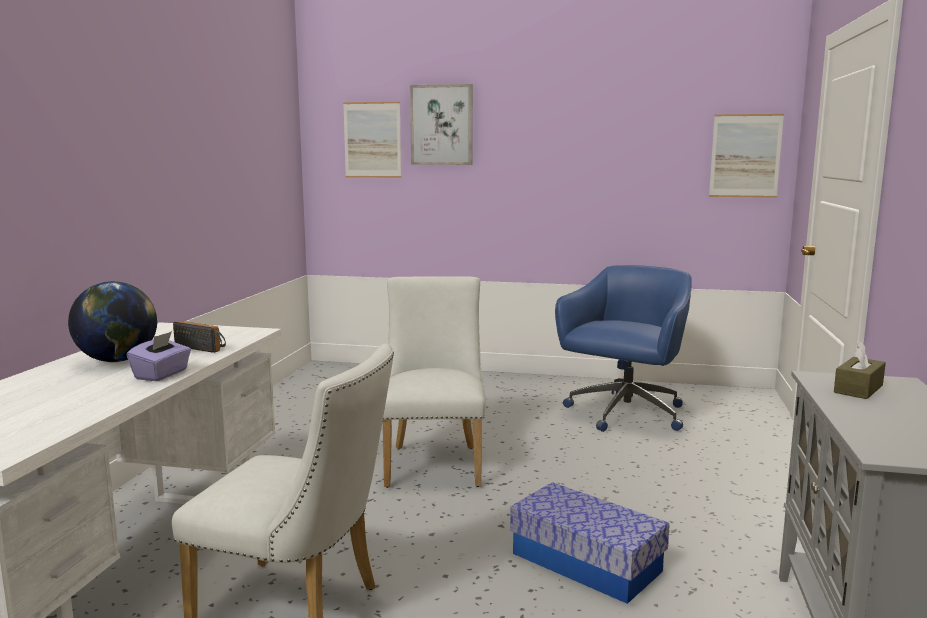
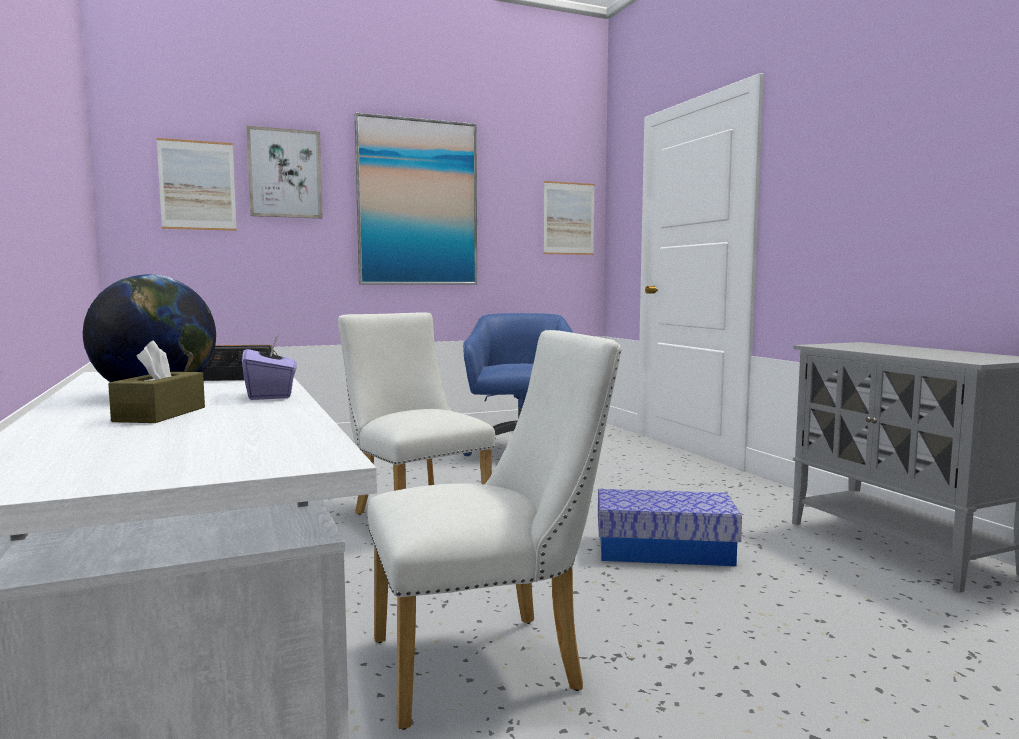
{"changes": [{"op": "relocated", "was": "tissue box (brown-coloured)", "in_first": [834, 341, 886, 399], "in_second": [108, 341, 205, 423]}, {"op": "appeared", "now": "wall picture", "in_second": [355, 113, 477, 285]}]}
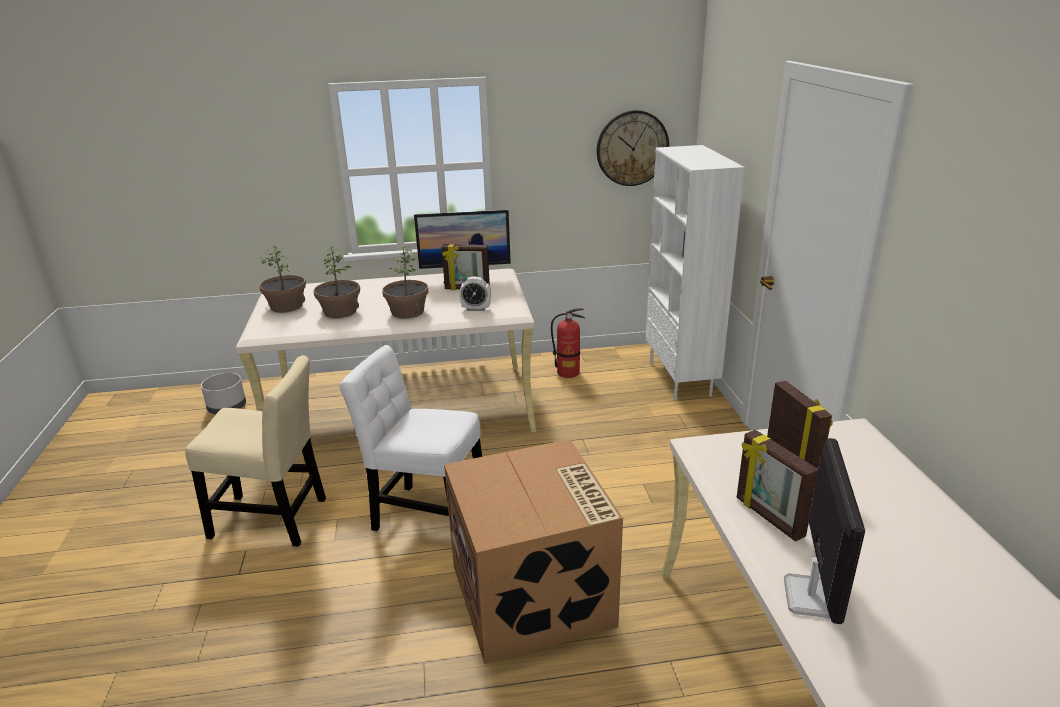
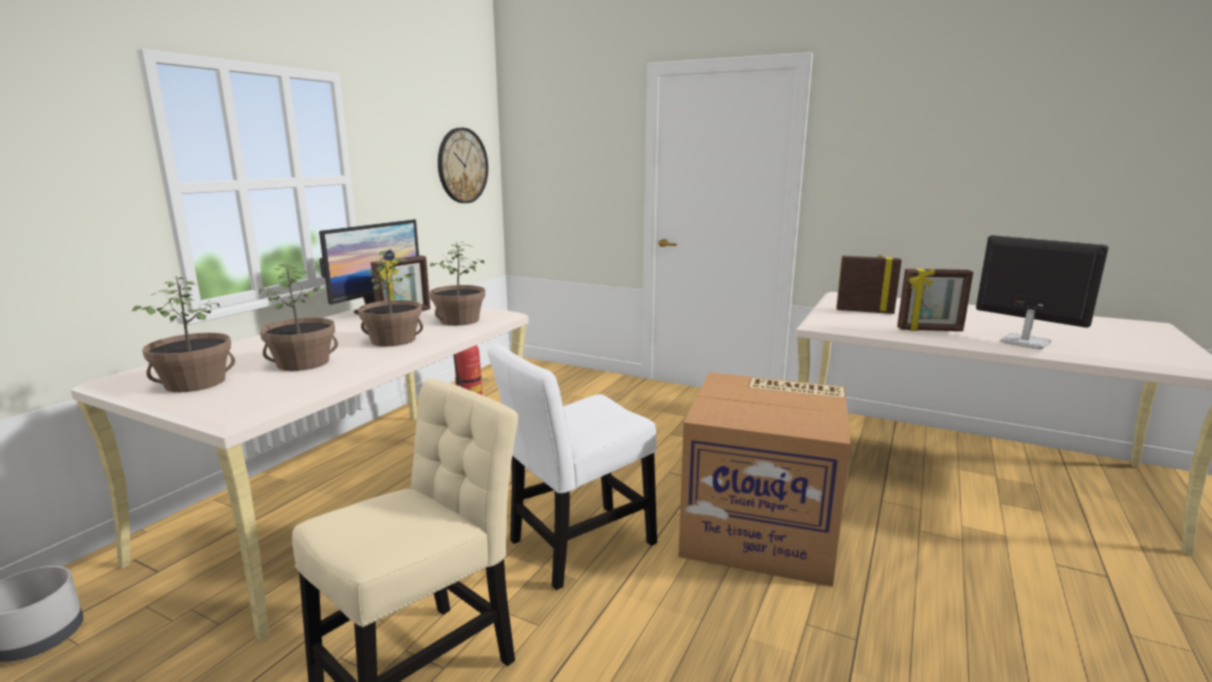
{"changes": [{"op": "exchanged", "was": "alarm clock", "now": "houseplant", "in_first": [459, 277, 491, 311], "in_second": [430, 240, 485, 326]}, {"op": "missing", "was": "bookcase (whitish)", "in_first": [646, 145, 745, 400]}]}
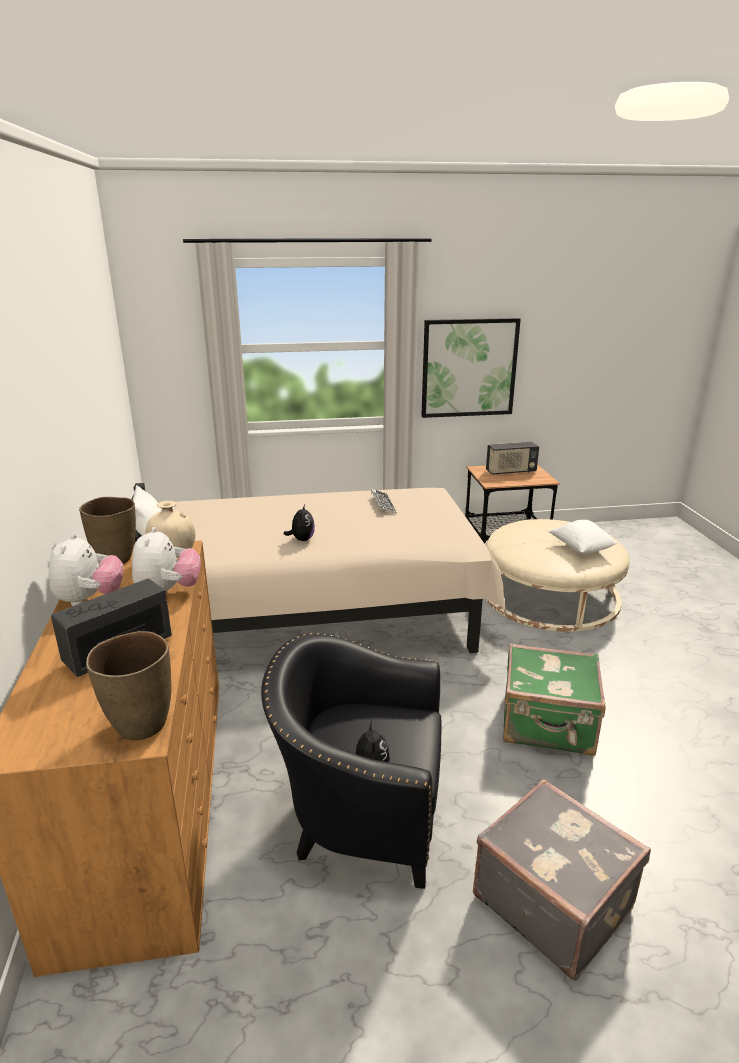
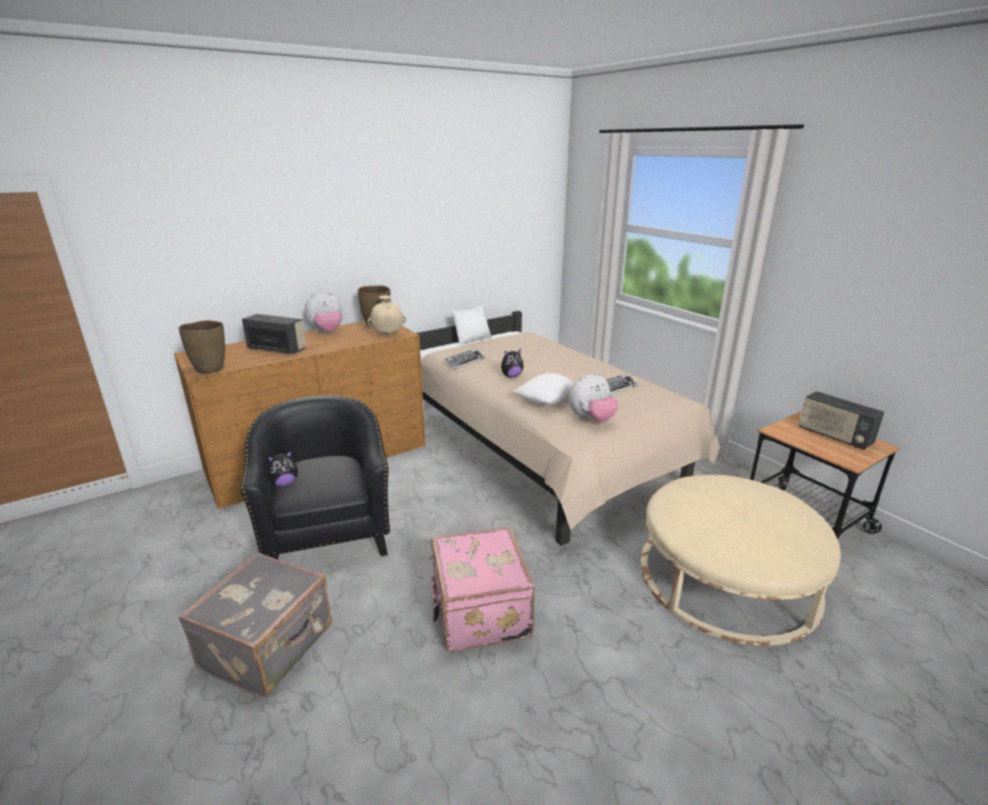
{"changes": [{"op": "colour", "was": "travel case (greenish)", "now": "travel case (pink)", "in_first": [503, 644, 606, 756], "in_second": [429, 527, 535, 652]}, {"op": "appeared", "now": "keyboard", "in_second": [445, 348, 486, 369]}, {"op": "relocated", "was": "pillow (whitish)", "in_first": [549, 520, 617, 554], "in_second": [512, 373, 574, 405]}, {"op": "relocated", "was": "plush toy", "in_first": [132, 527, 201, 591], "in_second": [568, 372, 619, 422]}, {"op": "missing", "was": "wall picture", "in_first": [421, 318, 521, 418]}]}
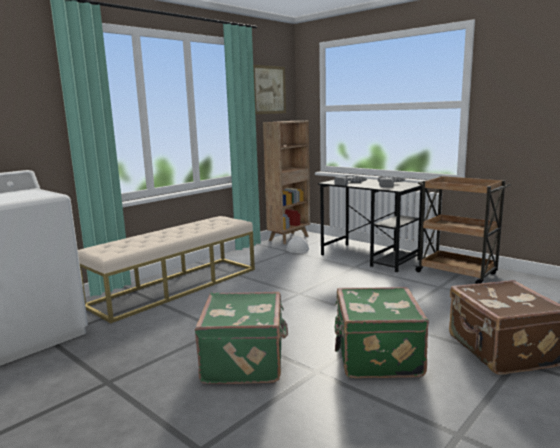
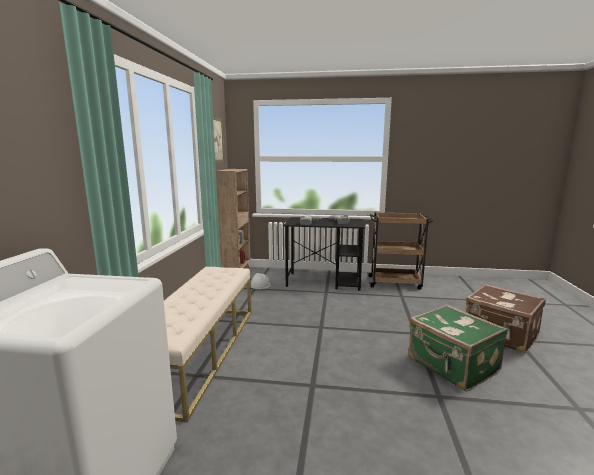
{"changes": [{"op": "missing", "was": "travel case (greenish)", "in_first": [195, 292, 288, 384]}]}
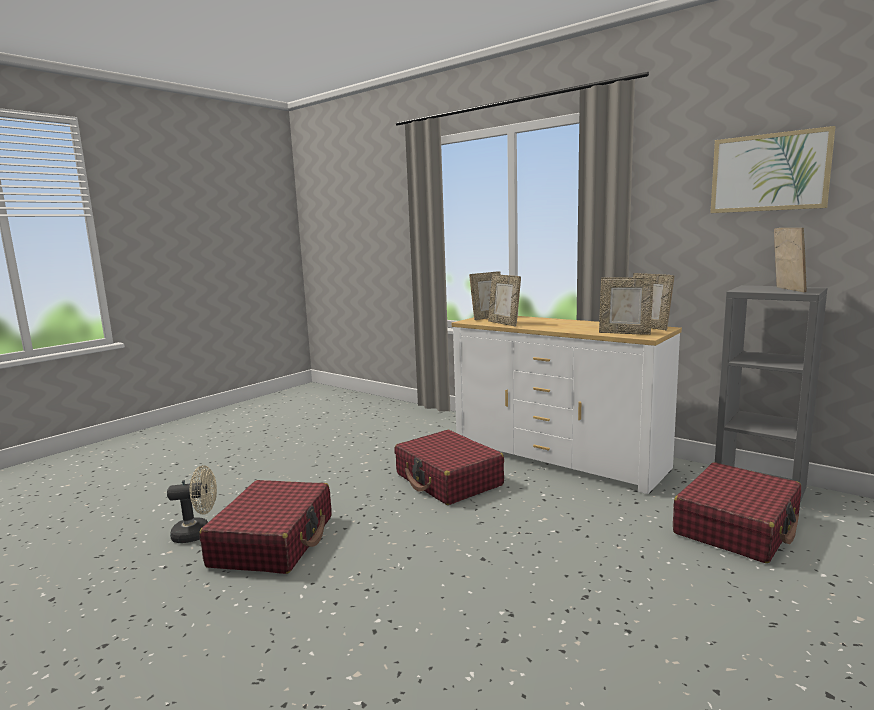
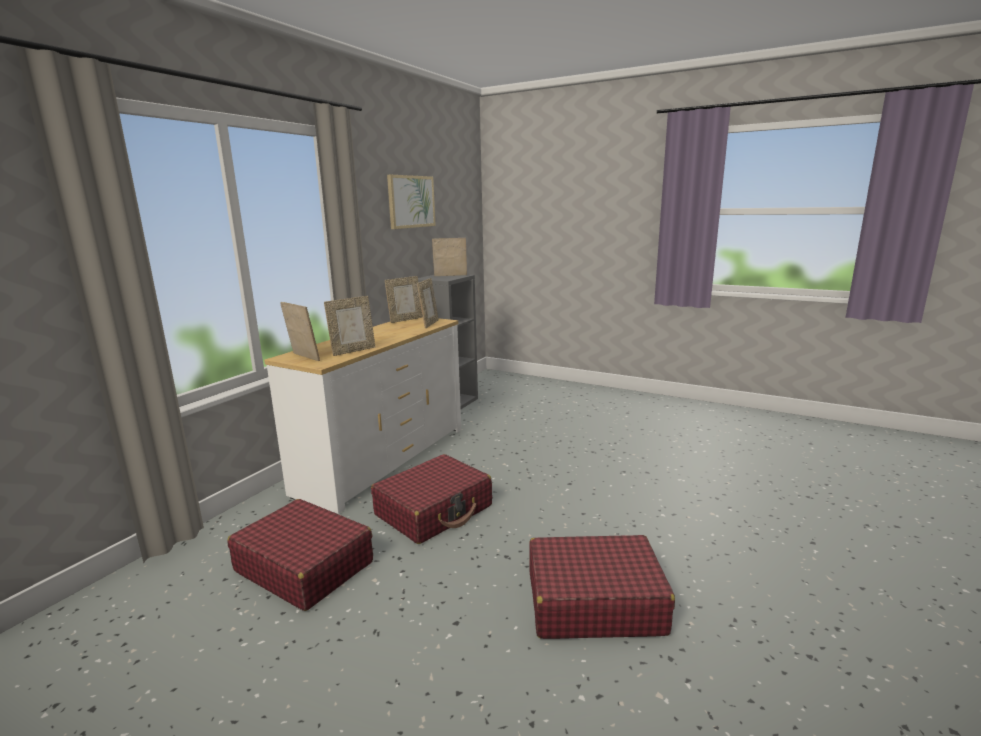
{"changes": [{"op": "relocated", "was": "travel case (red)", "in_first": [673, 462, 801, 563], "in_second": [227, 499, 373, 611]}, {"op": "missing", "was": "fan (sand-coloured)", "in_first": [167, 465, 217, 543]}]}
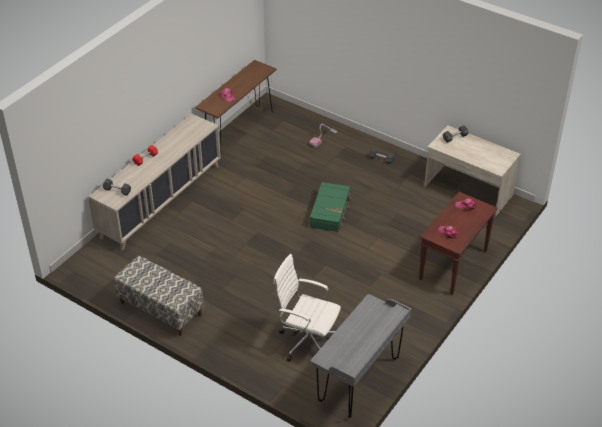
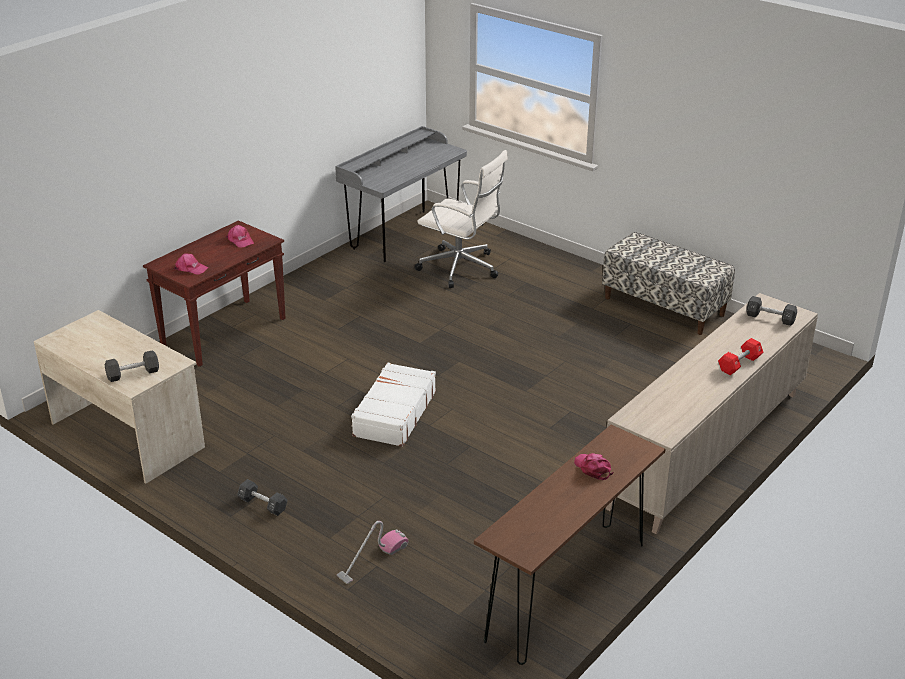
{"changes": [{"op": "colour", "was": "travel case (greenish)", "now": "travel case (whitish)", "in_first": [310, 182, 351, 232], "in_second": [351, 363, 436, 447]}]}
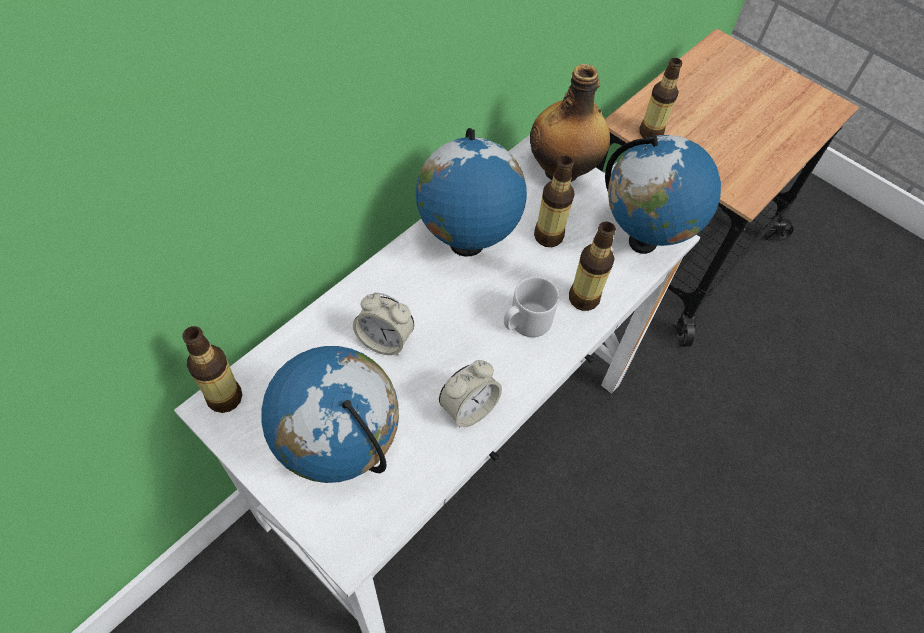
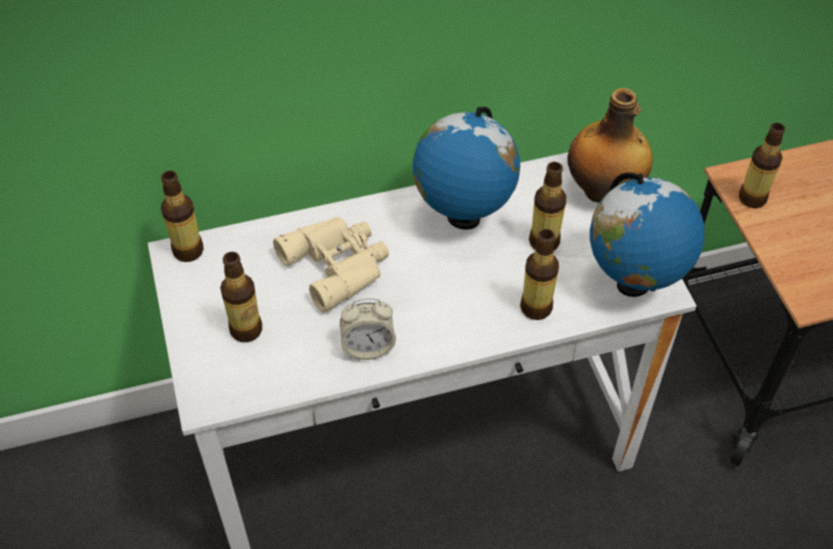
{"changes": [{"op": "exchanged", "was": "globe", "now": "bottle", "in_first": [262, 346, 399, 483], "in_second": [220, 252, 262, 342]}, {"op": "exchanged", "was": "alarm clock", "now": "binoculars (sand-coloured)", "in_first": [353, 292, 414, 355], "in_second": [273, 218, 389, 312]}, {"op": "missing", "was": "coffee mug (gray)", "in_first": [504, 277, 559, 337]}]}
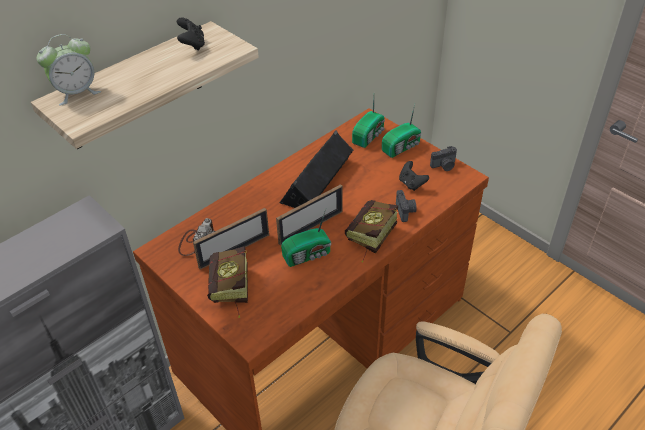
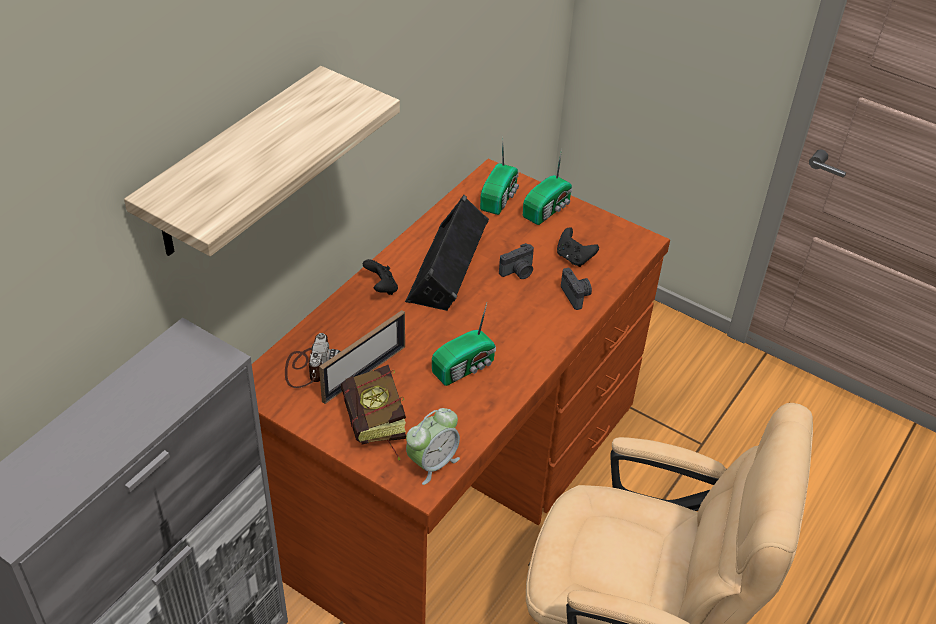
{"changes": [{"op": "relocated", "was": "joypad (black)", "in_first": [177, 17, 205, 51], "in_second": [363, 259, 398, 295]}, {"op": "relocated", "was": "alarm clock", "in_first": [37, 34, 101, 106], "in_second": [406, 408, 460, 485]}, {"op": "relocated", "was": "photo camera", "in_first": [430, 146, 457, 171], "in_second": [499, 243, 534, 279]}, {"op": "missing", "was": "picture frame", "in_first": [276, 184, 343, 246]}, {"op": "missing", "was": "volume", "in_first": [345, 200, 398, 263]}]}
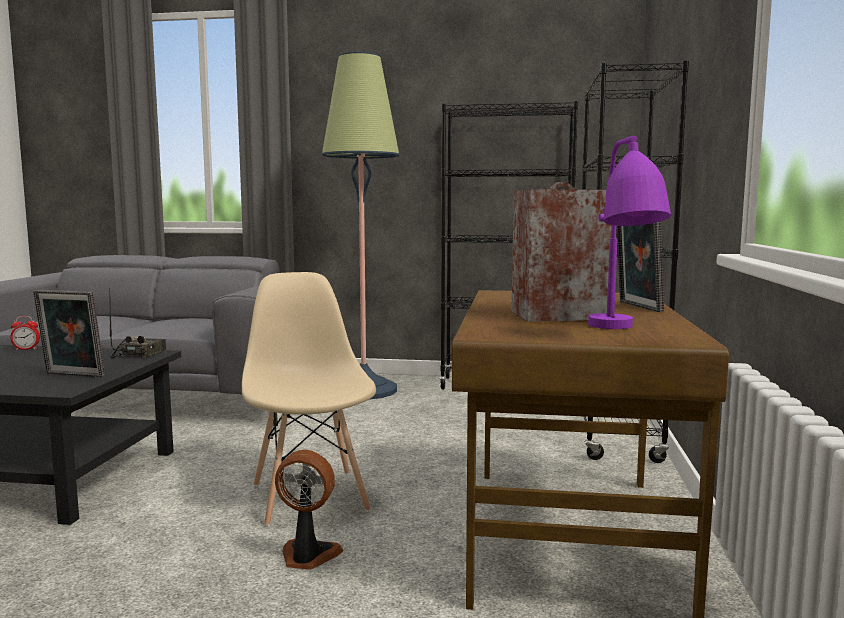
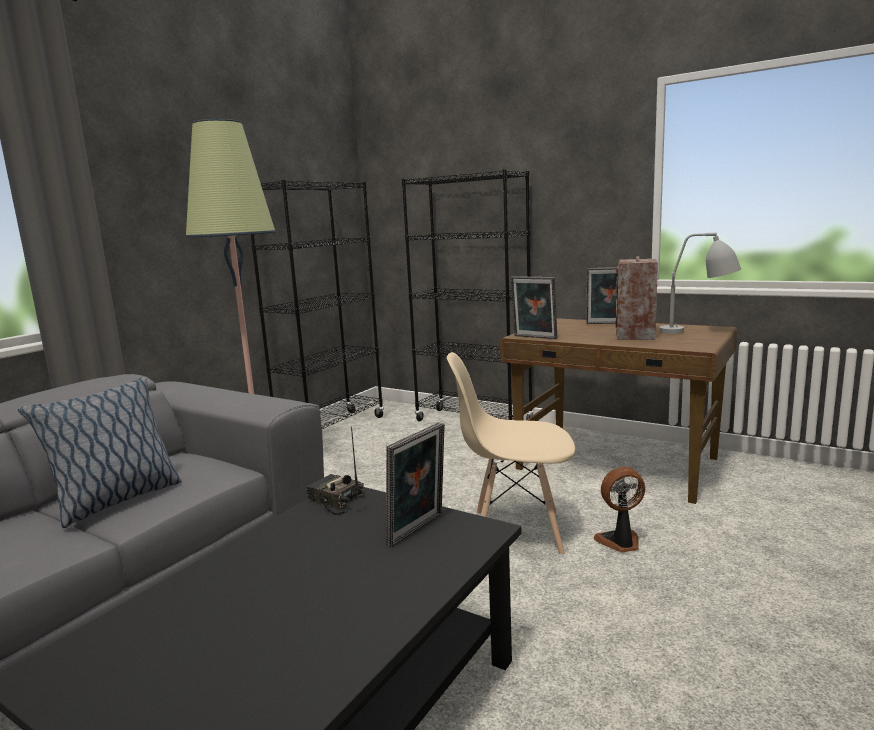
{"changes": [{"op": "appeared", "now": "pillow", "in_second": [18, 377, 182, 528]}, {"op": "appeared", "now": "picture frame", "in_second": [510, 276, 557, 339]}, {"op": "spun", "was": "fan", "in_first": [275, 450, 343, 570], "in_second": [594, 467, 645, 552], "clockwise": 45}, {"op": "colour", "was": "table lamp (purple-coloured)", "now": "table lamp (gray)", "in_first": [588, 136, 671, 329], "in_second": [659, 233, 741, 334]}, {"op": "missing", "was": "alarm clock", "in_first": [10, 316, 40, 350]}]}
